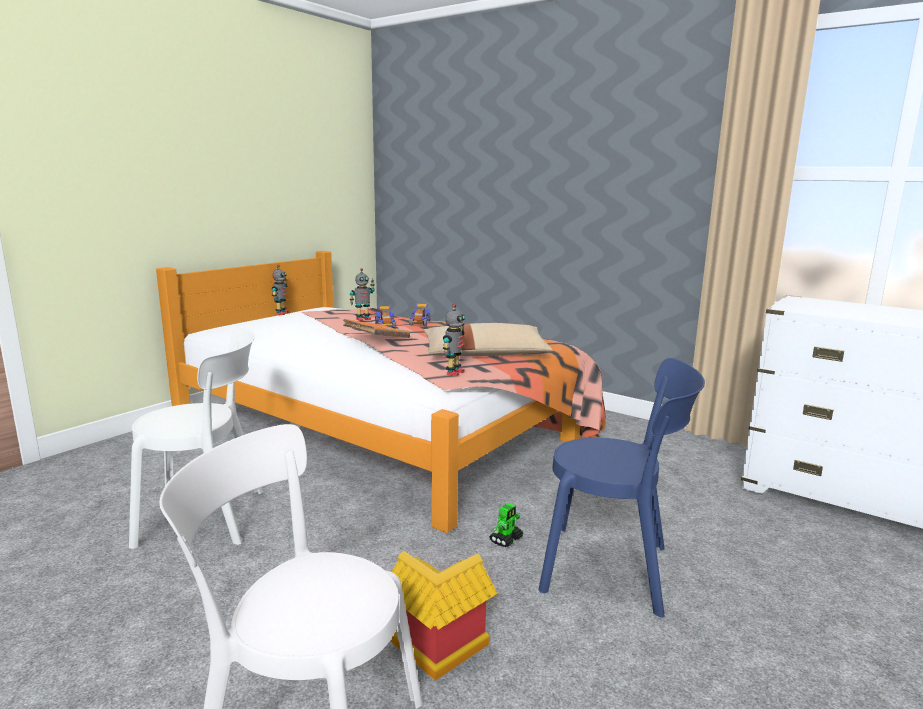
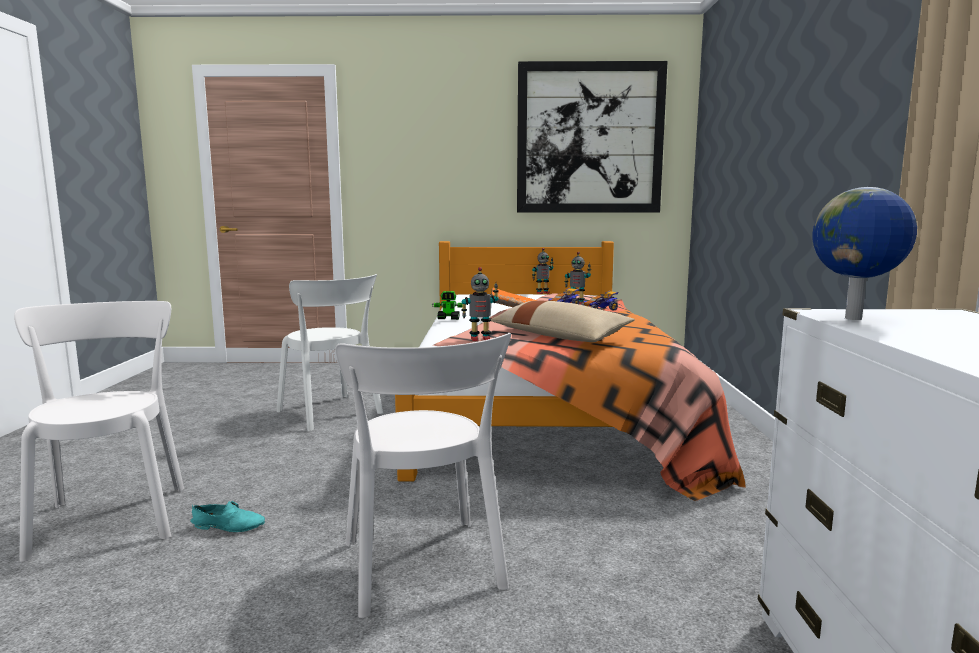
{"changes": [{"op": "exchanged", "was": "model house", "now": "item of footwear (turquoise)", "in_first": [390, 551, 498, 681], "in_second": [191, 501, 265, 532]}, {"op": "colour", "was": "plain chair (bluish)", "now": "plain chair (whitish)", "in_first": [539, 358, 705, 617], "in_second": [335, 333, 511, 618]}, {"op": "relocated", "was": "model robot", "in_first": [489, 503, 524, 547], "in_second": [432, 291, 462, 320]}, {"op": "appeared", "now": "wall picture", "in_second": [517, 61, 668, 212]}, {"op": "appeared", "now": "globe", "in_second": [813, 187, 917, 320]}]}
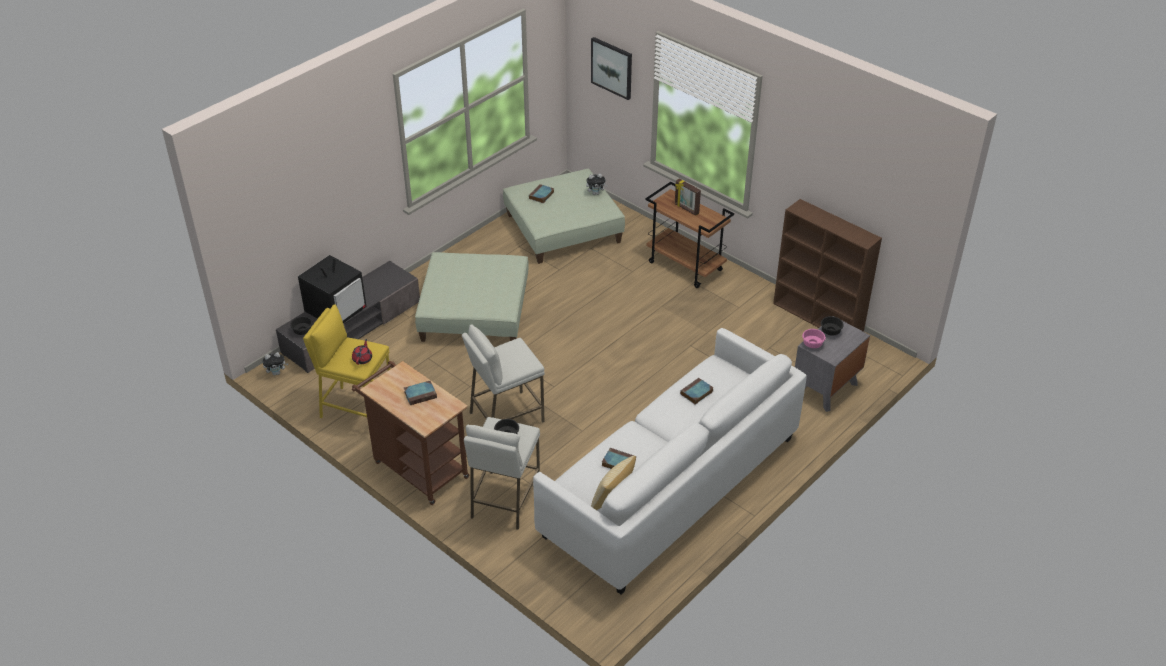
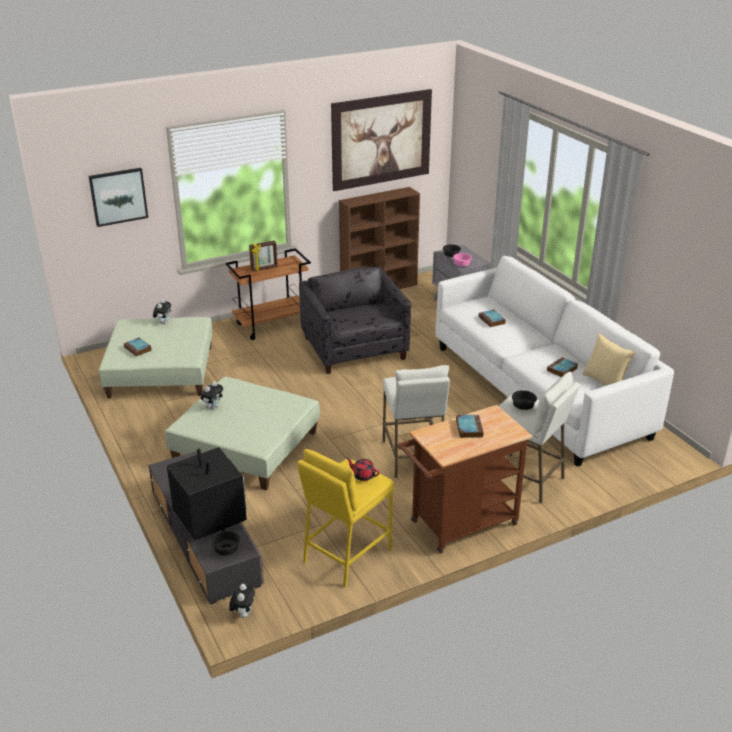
{"changes": [{"op": "appeared", "now": "plush toy", "in_second": [201, 381, 223, 410]}, {"op": "appeared", "now": "lounge chair (gray)", "in_second": [299, 267, 411, 374]}, {"op": "appeared", "now": "wall picture", "in_second": [331, 89, 432, 191]}]}
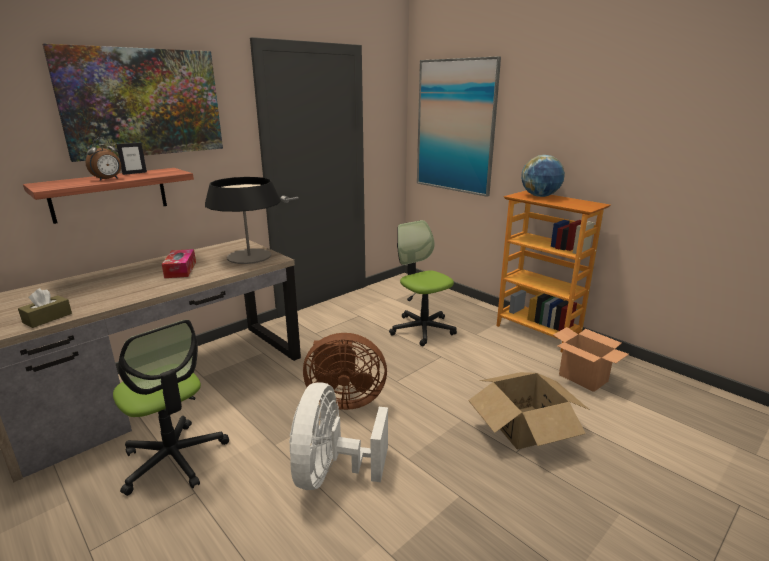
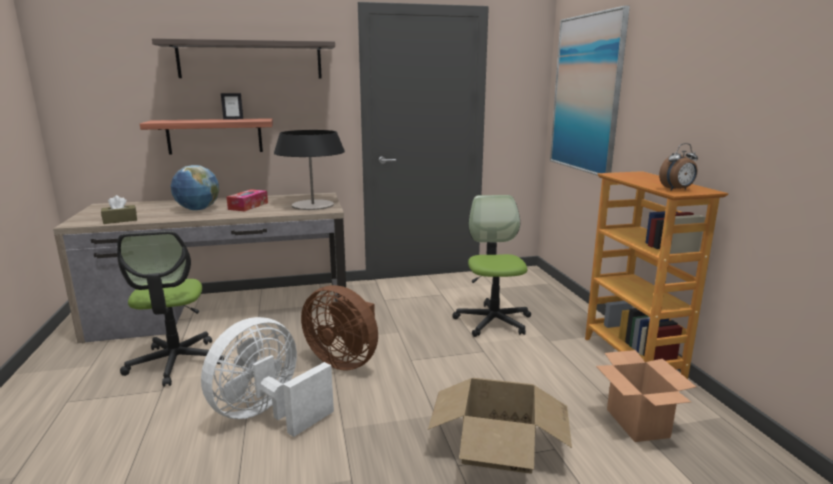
{"changes": [{"op": "exchanged", "was": "wall picture", "now": "wall shelf", "in_first": [42, 43, 223, 162], "in_second": [152, 38, 335, 78]}, {"op": "relocated", "was": "globe", "in_first": [521, 155, 565, 197], "in_second": [171, 165, 219, 210]}, {"op": "relocated", "was": "alarm clock", "in_first": [85, 138, 121, 181], "in_second": [659, 143, 698, 190]}]}
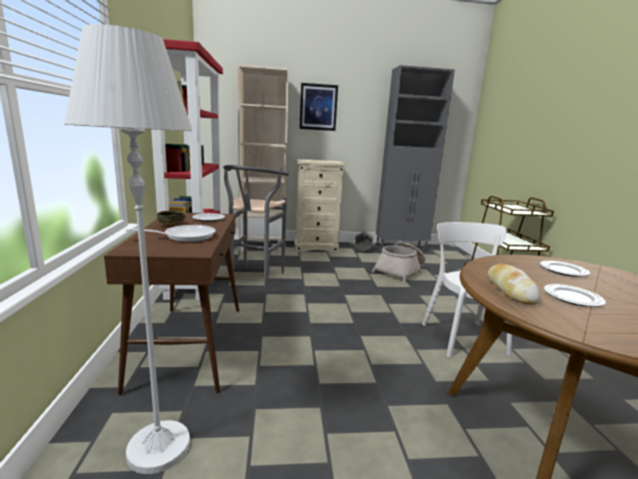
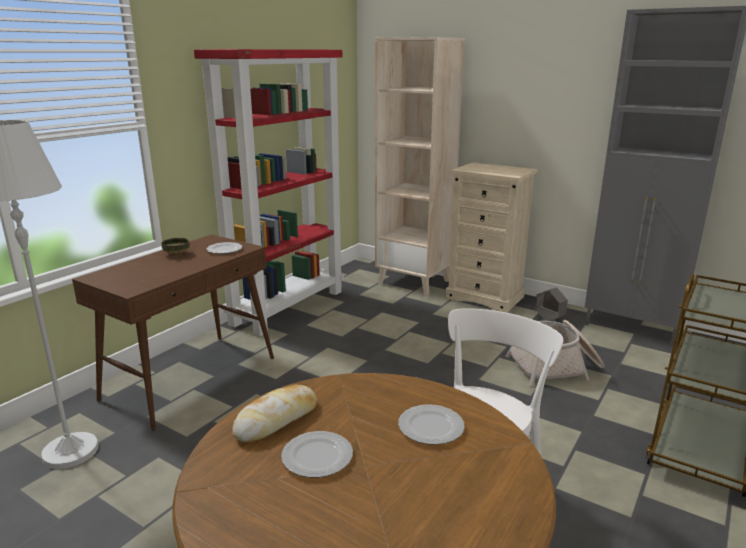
{"changes": [{"op": "missing", "was": "frying pan", "in_first": [126, 225, 216, 242]}, {"op": "missing", "was": "sitting stool (gray)", "in_first": [223, 165, 289, 287]}, {"op": "missing", "was": "wall picture", "in_first": [299, 83, 338, 131]}]}
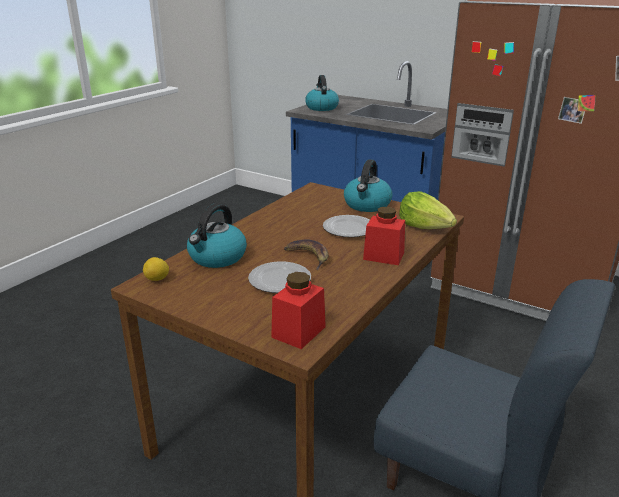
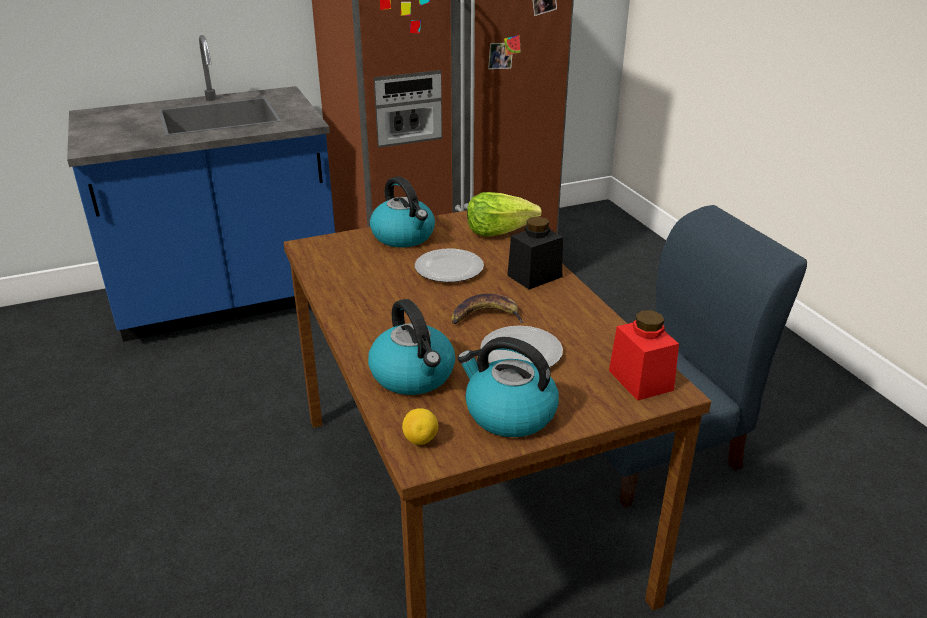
{"changes": [{"op": "relocated", "was": "water kettle", "in_first": [305, 75, 339, 111], "in_second": [457, 337, 559, 437]}, {"op": "colour", "was": "storage jar (red)", "now": "storage jar (black)", "in_first": [363, 207, 405, 265], "in_second": [507, 216, 563, 289]}]}
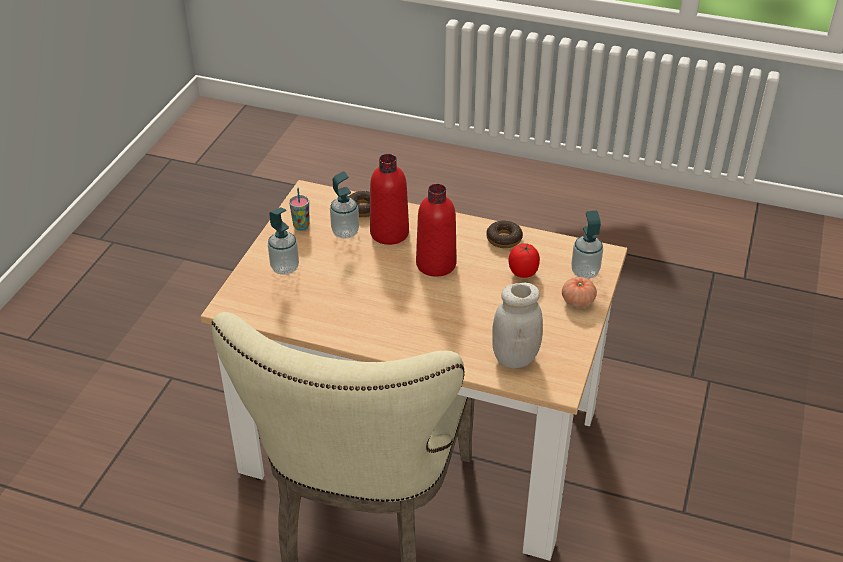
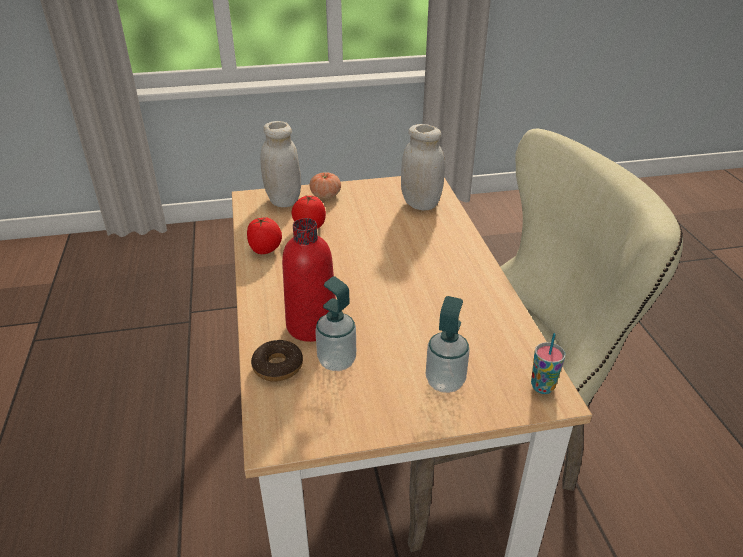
{"changes": [{"op": "exchanged", "was": "donut", "now": "fresh tomato", "in_first": [486, 221, 523, 248], "in_second": [247, 217, 282, 254]}, {"op": "exchanged", "was": "liquid soap bottle", "now": "storage jar (whitish)", "in_first": [571, 211, 603, 279], "in_second": [260, 121, 301, 207]}, {"op": "relocated", "was": "cup", "in_first": [289, 188, 309, 231], "in_second": [531, 333, 566, 394]}, {"op": "missing", "was": "bottle (red)", "in_first": [416, 184, 457, 277]}]}
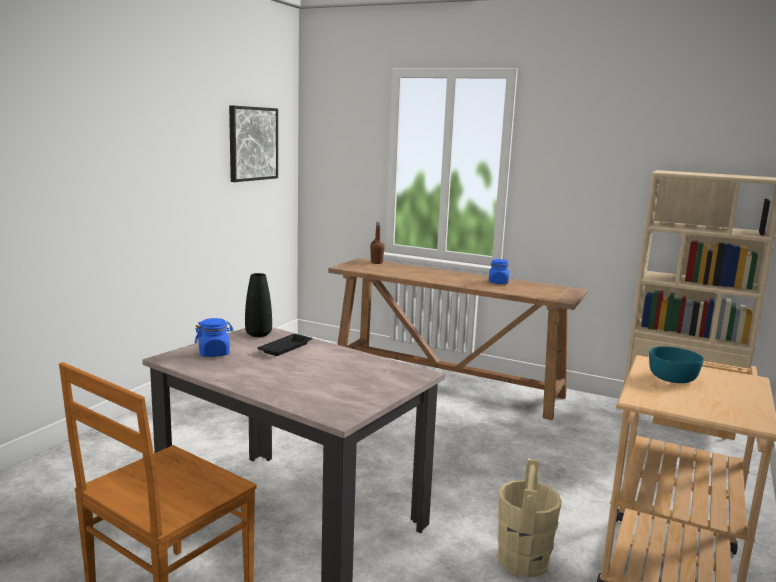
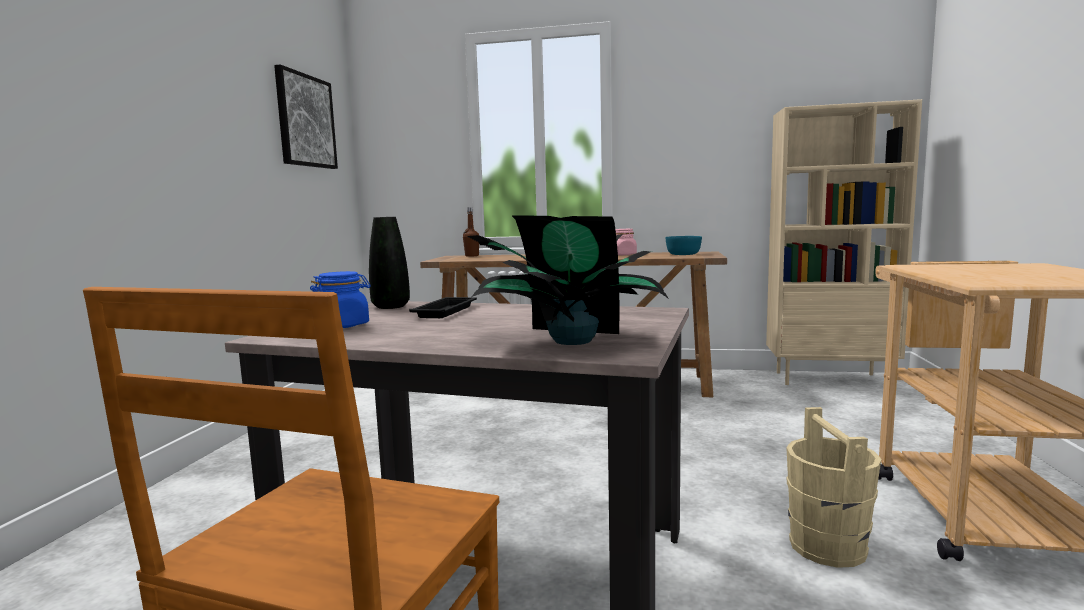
{"changes": [{"op": "appeared", "now": "houseplant", "in_second": [467, 215, 669, 345]}, {"op": "colour", "was": "storage jar (bluish)", "now": "storage jar (pink)", "in_first": [489, 259, 509, 284], "in_second": [615, 229, 637, 255]}, {"op": "relocated", "was": "deep dish (turquoise)", "in_first": [649, 346, 704, 383], "in_second": [666, 236, 702, 255]}]}
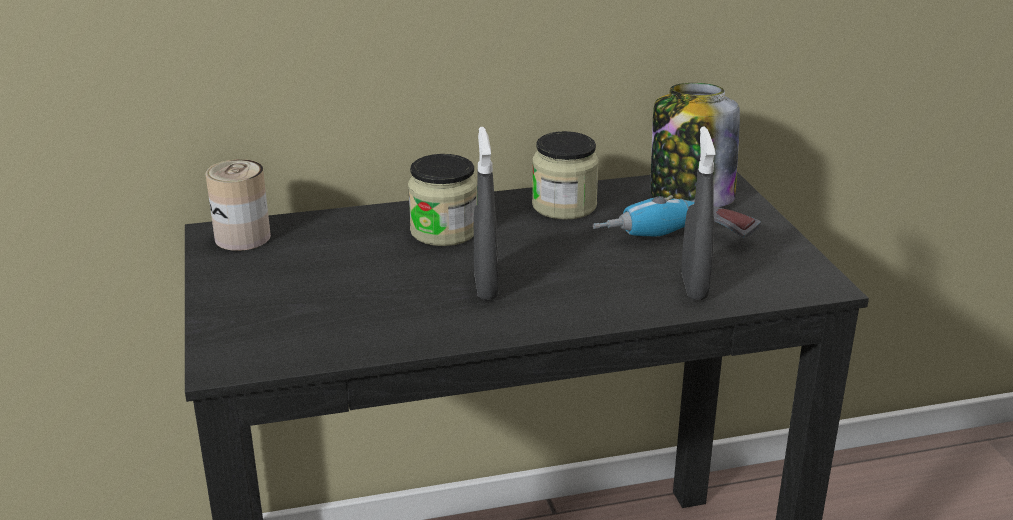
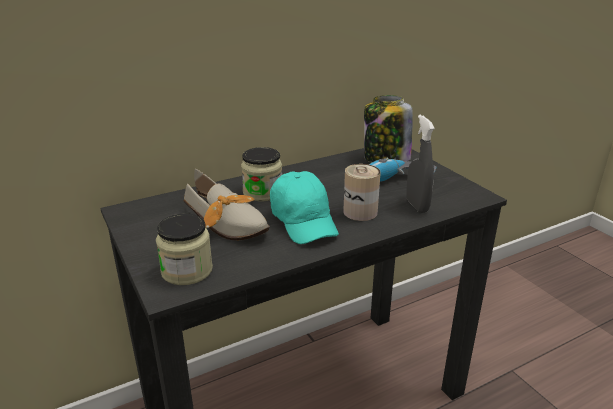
{"changes": [{"op": "relocated", "was": "storage jar", "in_first": [532, 131, 599, 220], "in_second": [156, 213, 213, 285]}, {"op": "appeared", "now": "item of footwear", "in_second": [183, 168, 270, 240]}, {"op": "exchanged", "was": "sprayer (gray)", "now": "peaked cap (turquoise)", "in_first": [474, 127, 498, 300], "in_second": [270, 171, 339, 244]}, {"op": "relocated", "was": "can", "in_first": [206, 159, 271, 251], "in_second": [343, 164, 381, 221]}]}
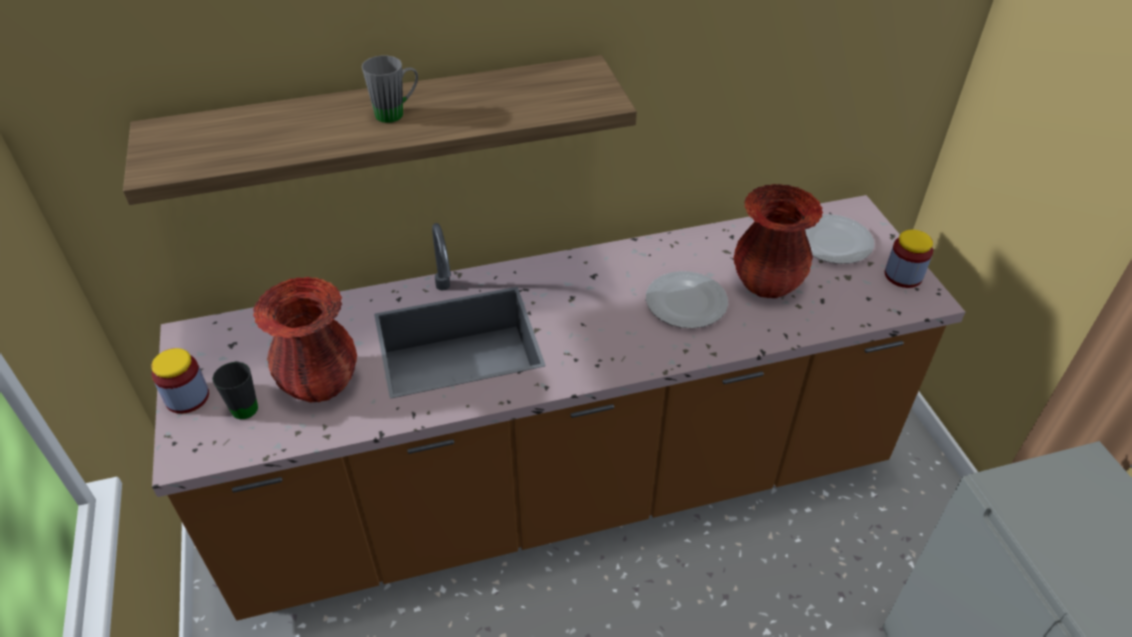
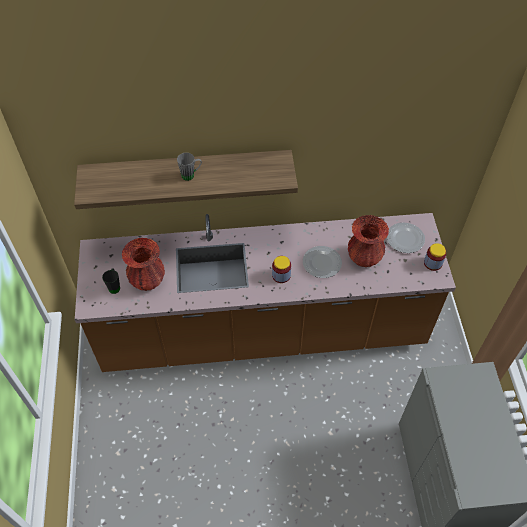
{"changes": [{"op": "relocated", "was": "storage jar", "in_first": [151, 348, 209, 414], "in_second": [272, 256, 291, 283]}]}
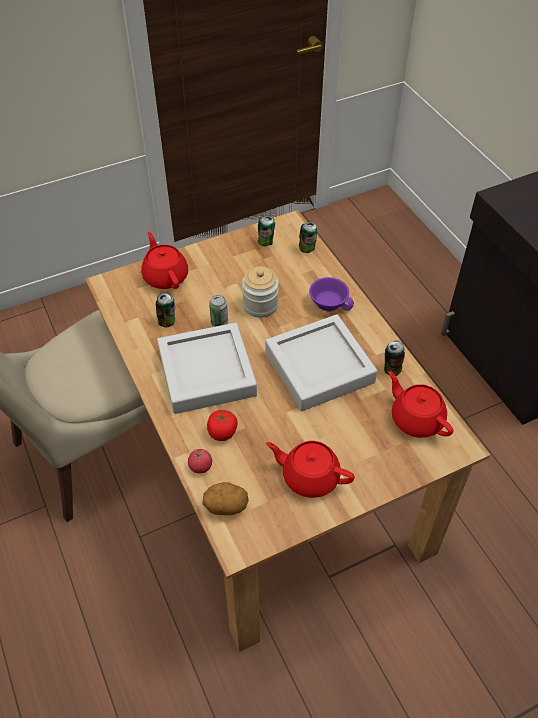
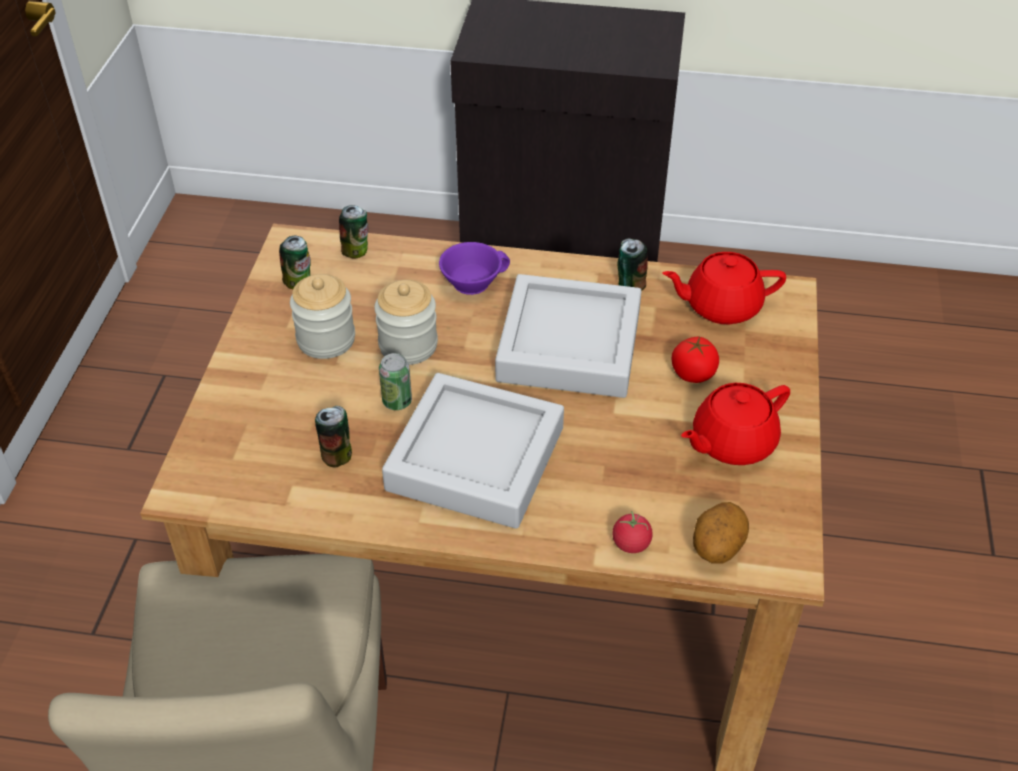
{"changes": [{"op": "appeared", "now": "storage jar", "in_second": [290, 274, 355, 359]}, {"op": "relocated", "was": "fresh tomato", "in_first": [207, 410, 238, 441], "in_second": [671, 337, 719, 383]}, {"op": "missing", "was": "teapot (red)", "in_first": [141, 232, 188, 289]}]}
